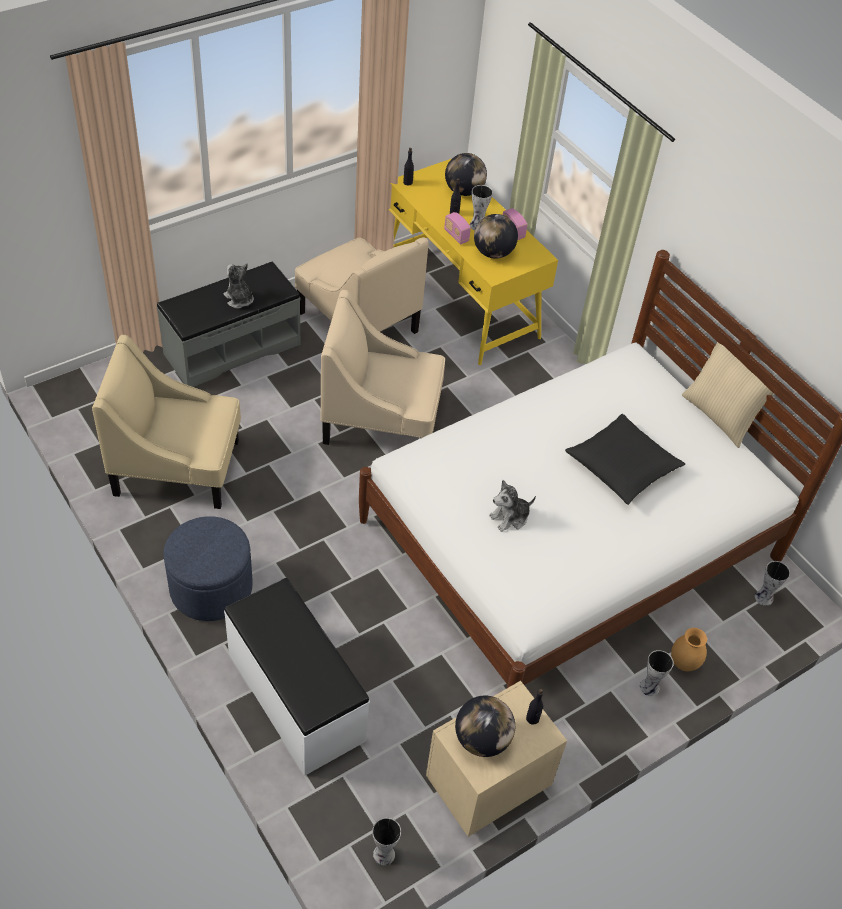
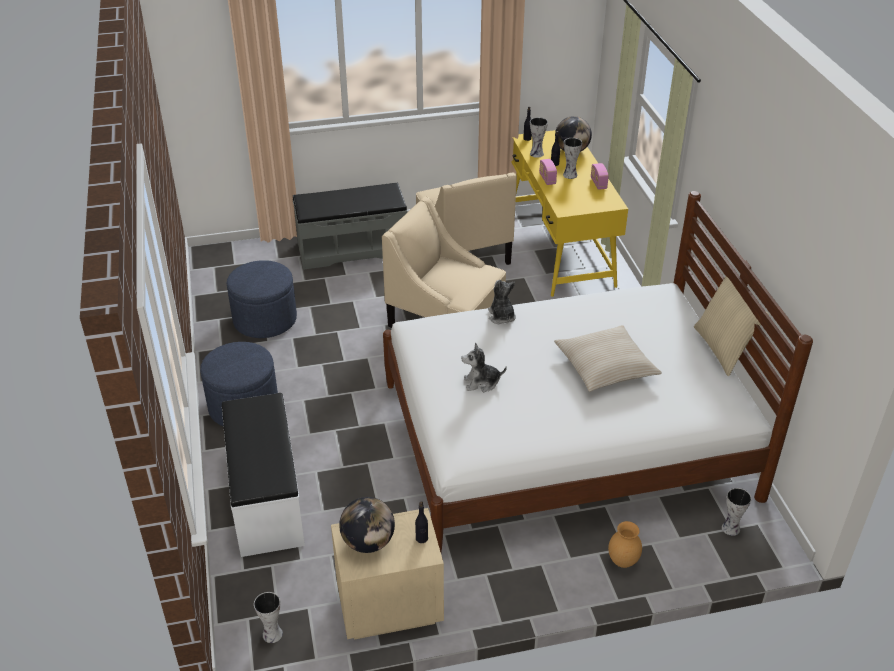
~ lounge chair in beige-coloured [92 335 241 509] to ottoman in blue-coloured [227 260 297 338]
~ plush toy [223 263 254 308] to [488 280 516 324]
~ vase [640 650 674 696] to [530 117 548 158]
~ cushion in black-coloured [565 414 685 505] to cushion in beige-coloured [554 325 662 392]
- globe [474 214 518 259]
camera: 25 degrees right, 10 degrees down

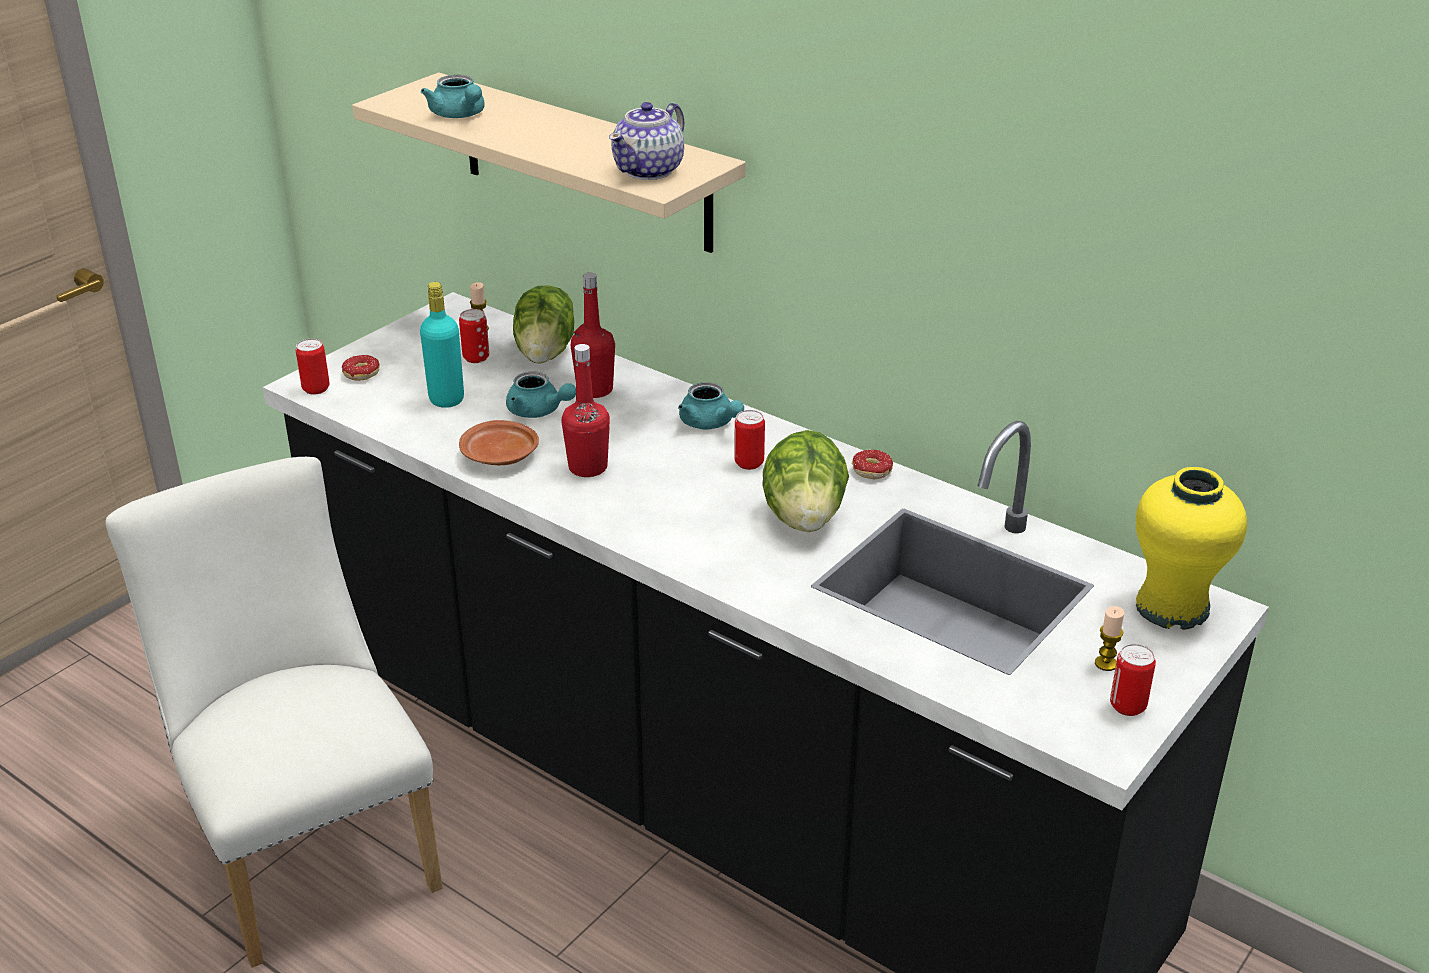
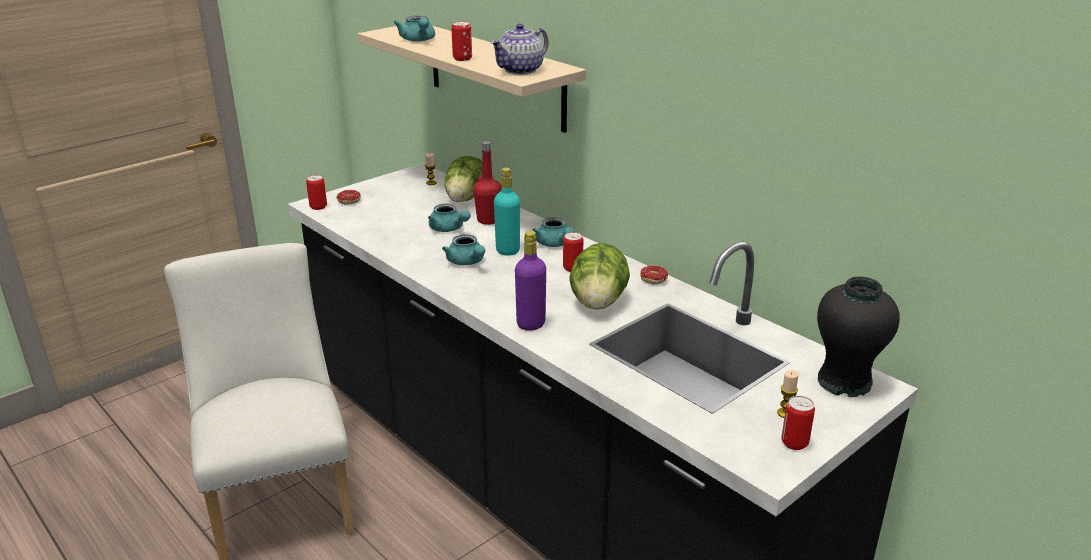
~ beverage bottle in reddish [562 344 610 477] to pot for tea in blue-green [442 234 485 265]
~ can [459 309 489 363] to [451 21 472 61]
~ beverage bottle in blue-green [420 282 464 408] to [494 168 520 256]
+ beverage bottle in purplish [515 231 546 331]
~ vase in yellowish [1136 467 1247 630] to vase in black-coloured [817 277 900 397]
- plate in brown [459 420 539 465]
camera: 10 degrees right, 5 degrees down

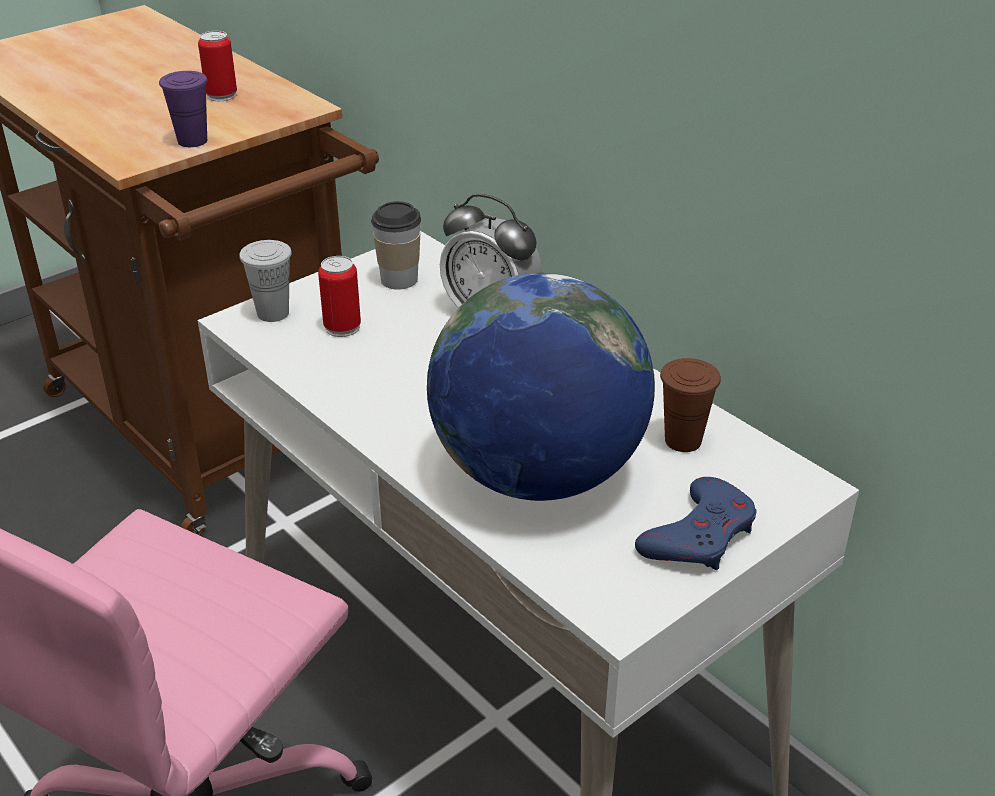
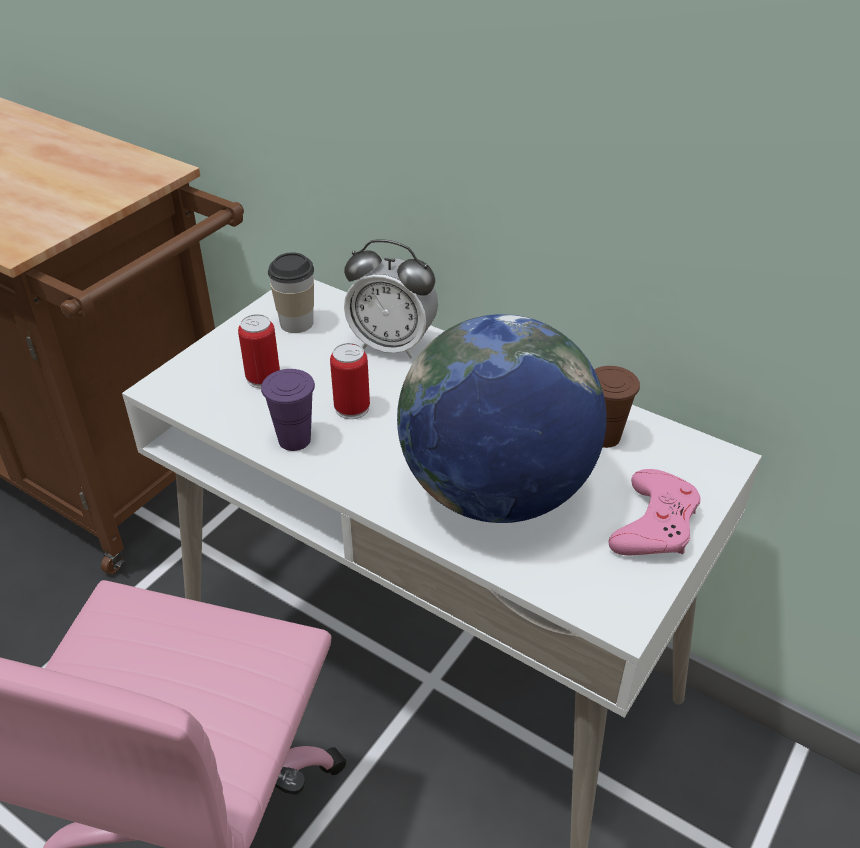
~ small cup in purplish [159 71 207 147] to [261 369 315 451]
~ can [198 31 237 101] to [330 343 370 419]
~ gamepad in blue-coloured [635 477 756 570] to gamepad in pink-coloured [609 469 701 555]
- small cup in white [239 240 292 322]
camera: 15 degrees left, 5 degrees up

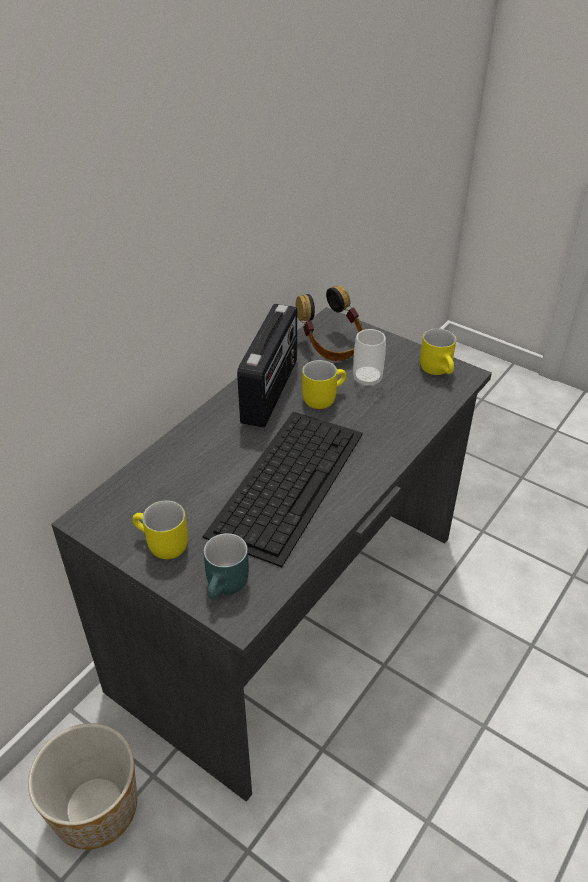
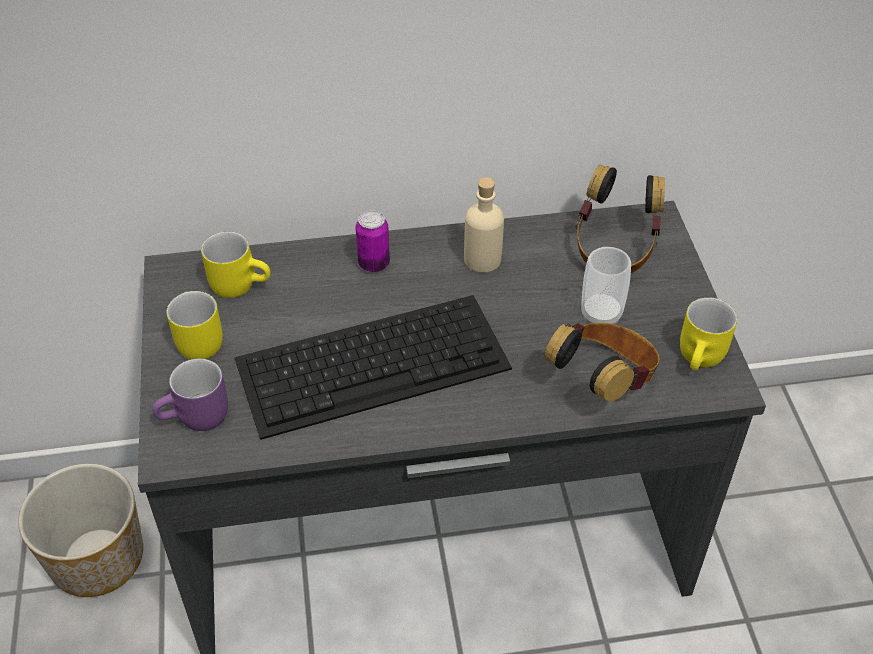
~ coffee mug in blue-green [203 533 249 600] to coffee mug in purplish [152 358 228 431]
~ coffee mug in yellowish [302 360 346 409] to [201 231 270 298]
+ can [356 210 390 272]
~ radio receiver [237 304 297 428] to beverage bottle in beige-coloured [464 177 504 273]
+ pair of headphones [544 323 660 402]
camera: 45 degrees right, 5 degrees up

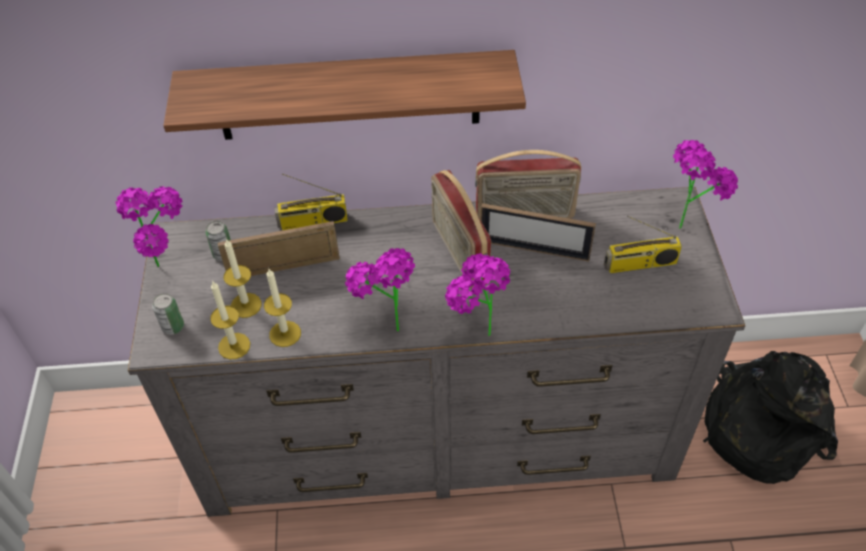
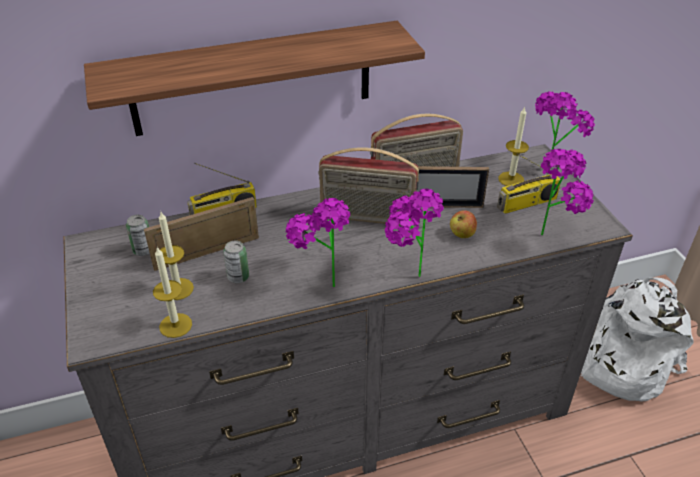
~ can [152 293 184 335] to [223 240 249 283]
~ radio receiver [431 170 491 289] = [318 147 419 225] 45 degrees counterclockwise
+ whole apple [450 210 477 238]
~ wax light [264 269 301 347] to [498 106 529 186]
~ houseplant [116 186 183 267] to [541 149 594 235]
~ backpack in black-coloured [703 351 838 484] to backpack in white [581 277 694 402]
camera: 15 degrees left, 10 degrees down

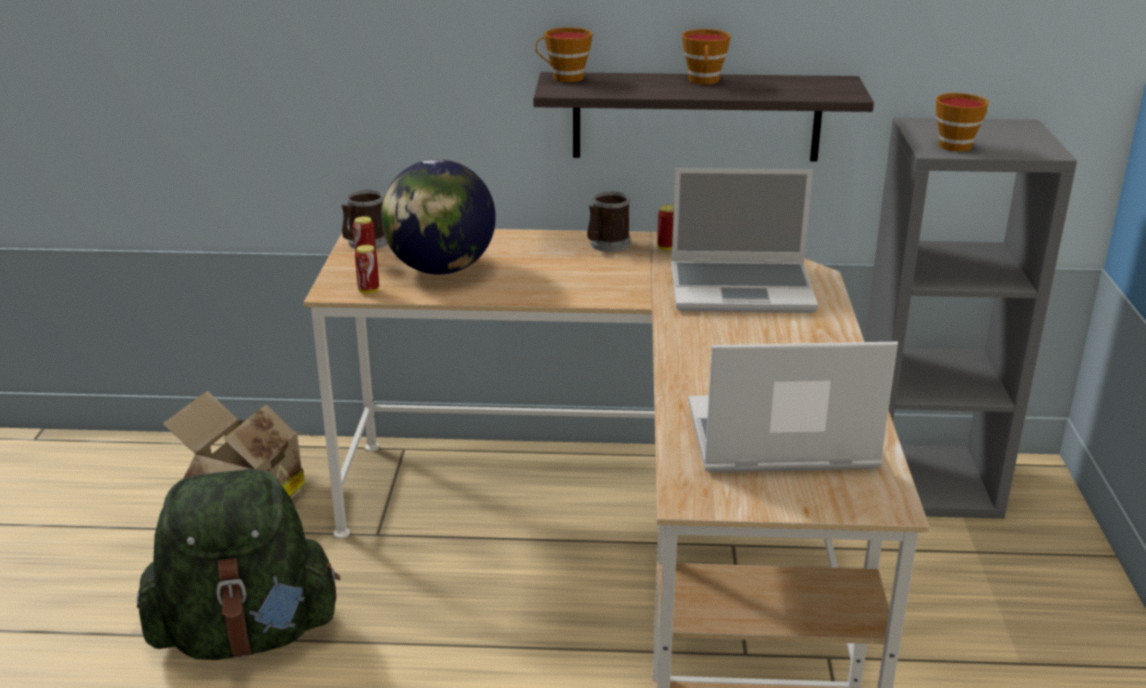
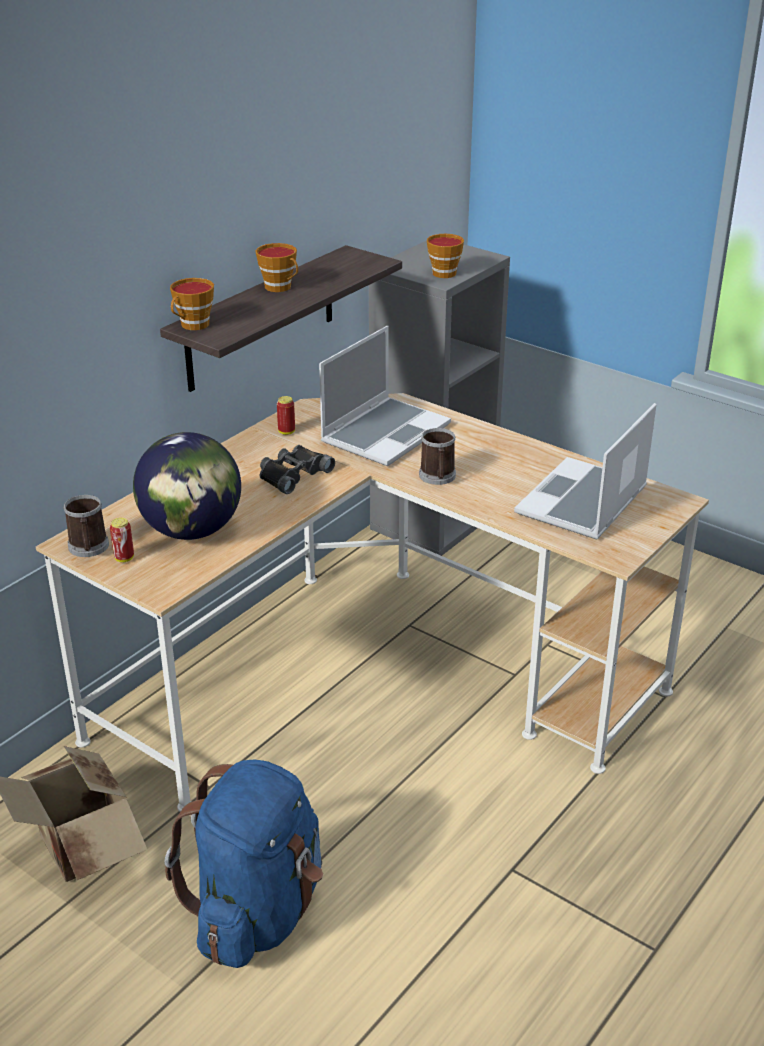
~ backpack in green-coloured [137 468 340 660] to backpack in blue-coloured [164 760 323 968]
+ pair of binoculars in black-coloured [260 445 335 494]
~ coffee mug [587 191 631 252] to [419 428 456 485]
- can [355 245 379 294]
camera: 55 degrees left, 5 degrees up

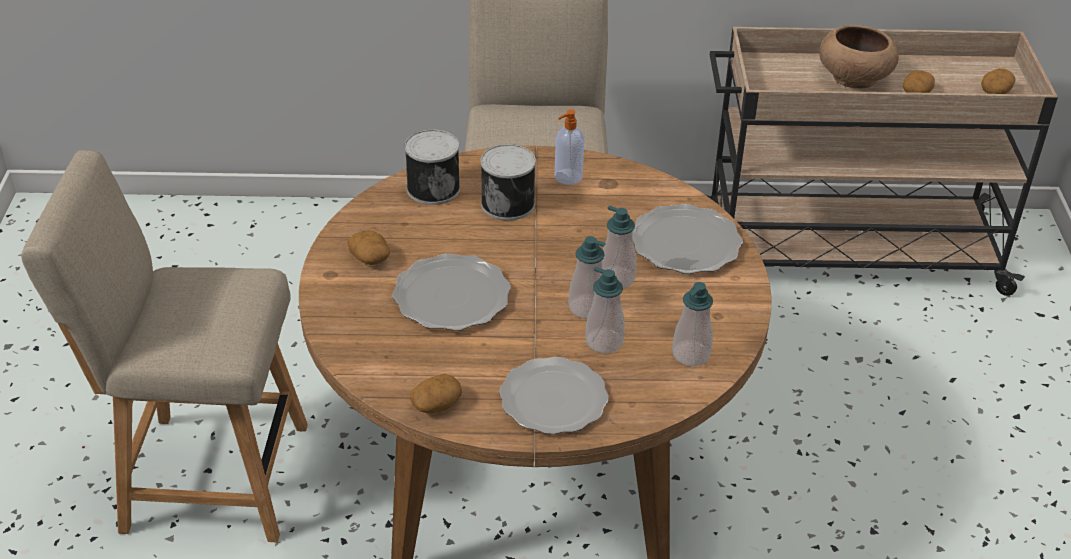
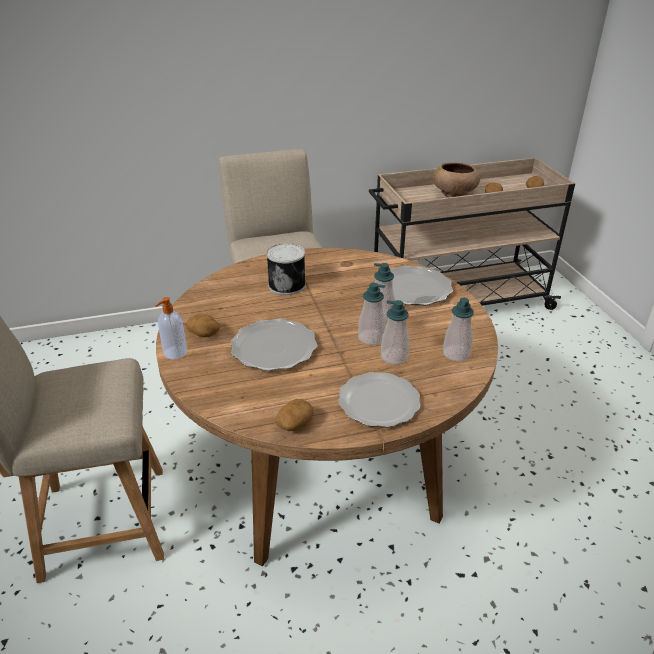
~ liquid soap bottle [555 110 584 185] to [155 297 187 359]
- can [404 129 460 205]
camera: 15 degrees left, 5 degrees down

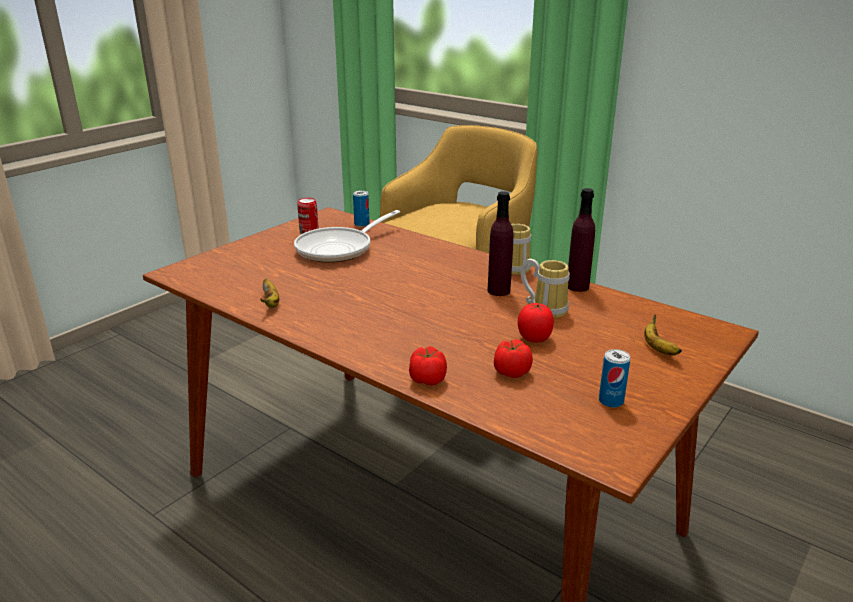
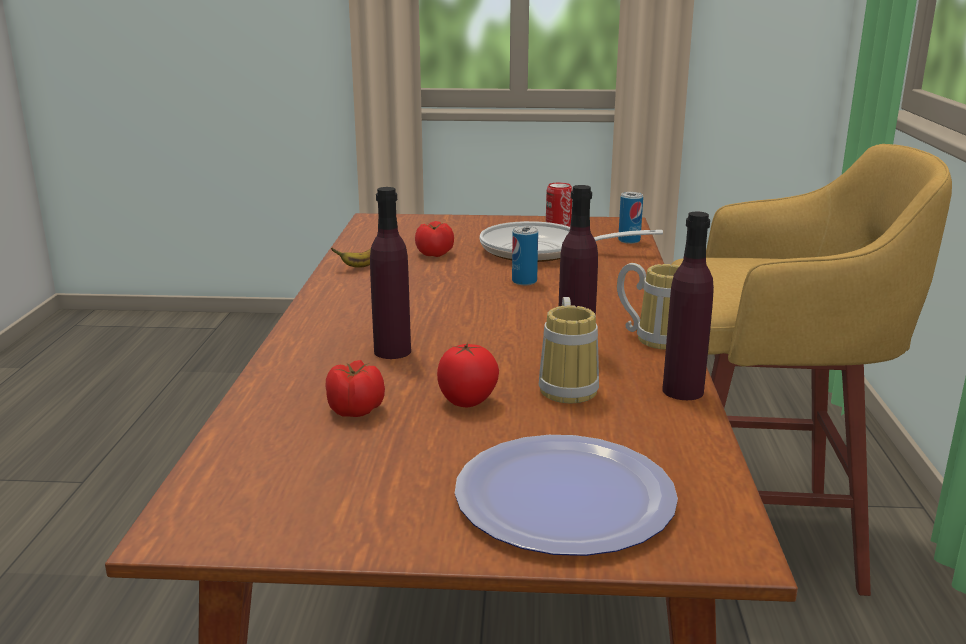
+ beverage bottle in purplish [370 187 411 359]
~ fresh tomato [409 346 447 385] to [415 221 454 257]
~ whole banana [644 315 682 356] to plate [455 435 678 556]
~ can [599 349 630 408] to [512 226 538 285]
camera: 55 degrees right, 5 degrees down

